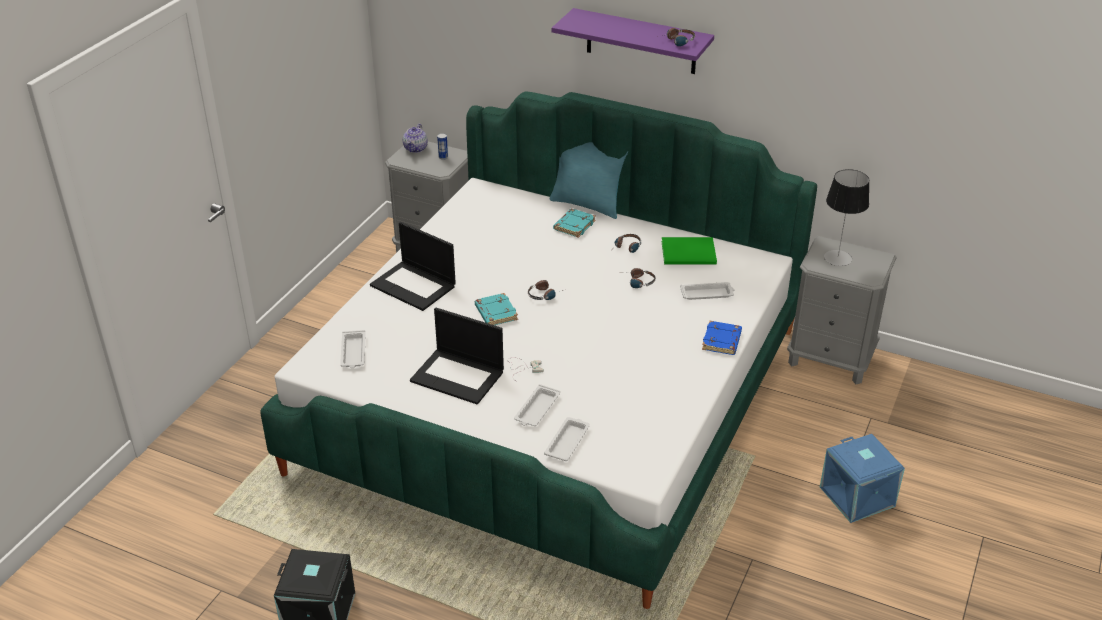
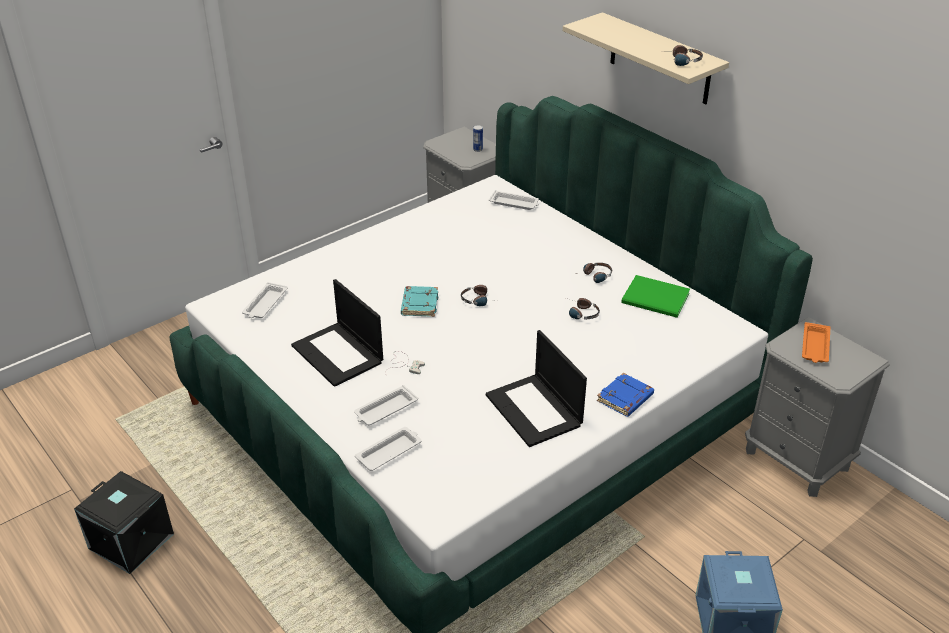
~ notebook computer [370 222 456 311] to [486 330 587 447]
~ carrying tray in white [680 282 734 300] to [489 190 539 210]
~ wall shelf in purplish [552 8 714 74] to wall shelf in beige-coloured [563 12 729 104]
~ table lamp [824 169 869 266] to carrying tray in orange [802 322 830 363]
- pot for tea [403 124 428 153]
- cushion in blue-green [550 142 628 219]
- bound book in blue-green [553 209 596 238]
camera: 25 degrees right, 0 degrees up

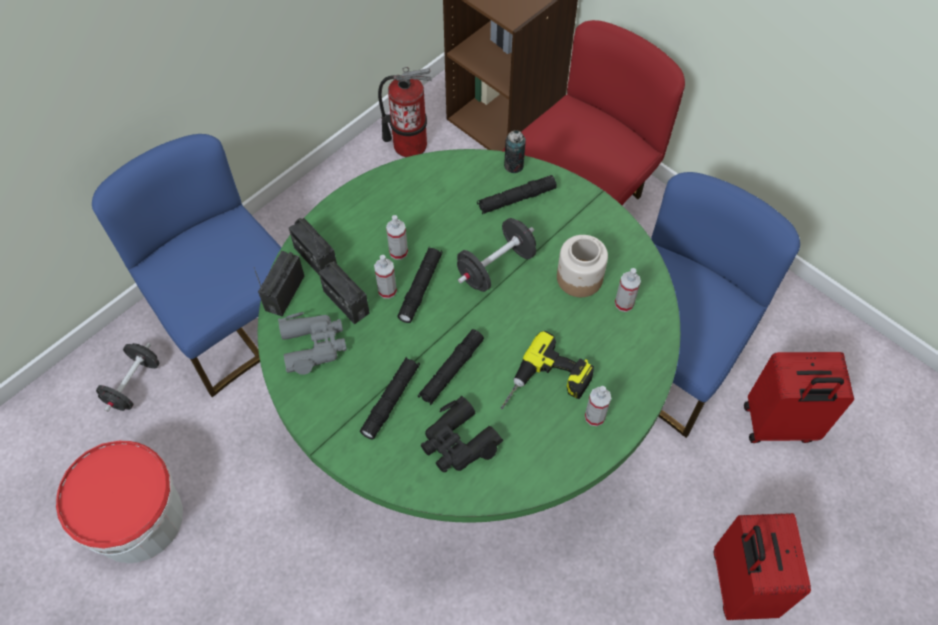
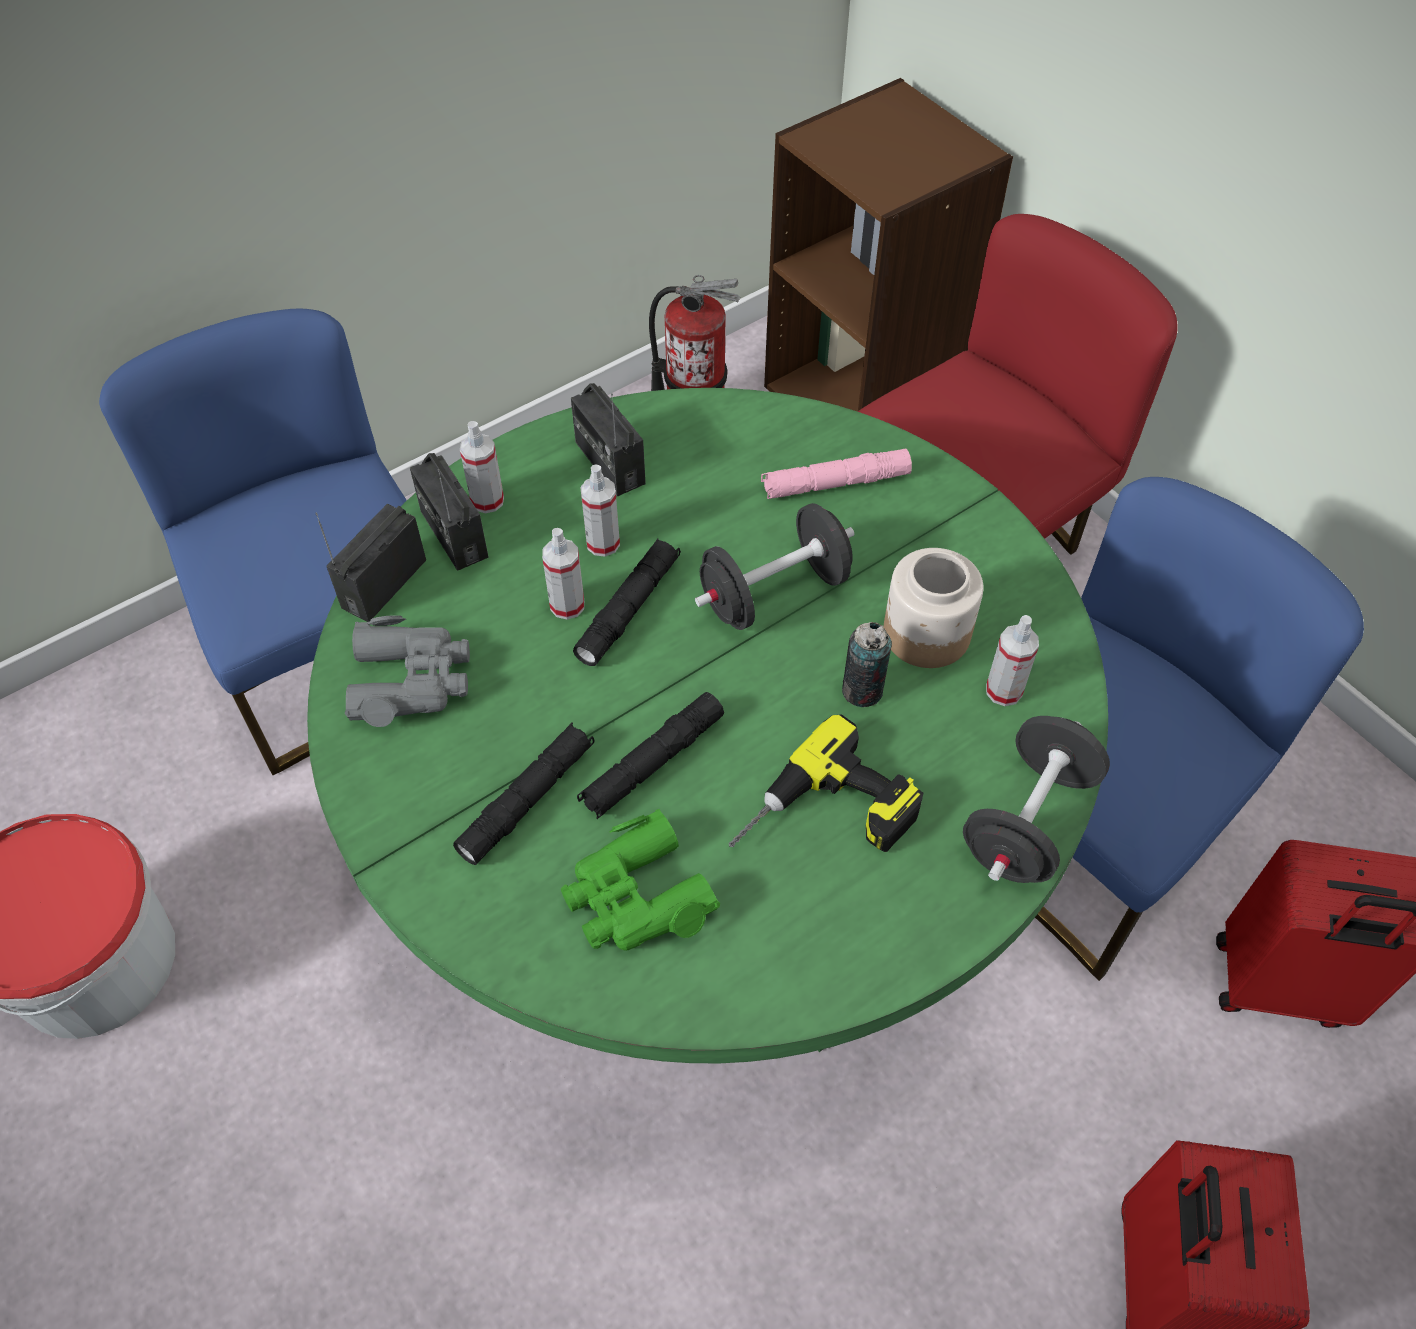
~ spray bottle [585 386 611 426] to [460 421 504 513]
~ pair of binoculars in black-coloured [421 396 503 472] to pair of binoculars in green-coloured [561 809 720 951]
~ radio receiver [319 261 370 324] to [571 383 646 497]
~ hand torch in black-coloured [477 175 557 214] to hand torch in pink-coloured [761 448 912 499]
~ can [504 130 526 173] to [842 622 892 707]
~ dumbbell in black-coloured [96 343 159 412] to [963 716 1110 883]
camera: 10 degrees right, 5 degrees down

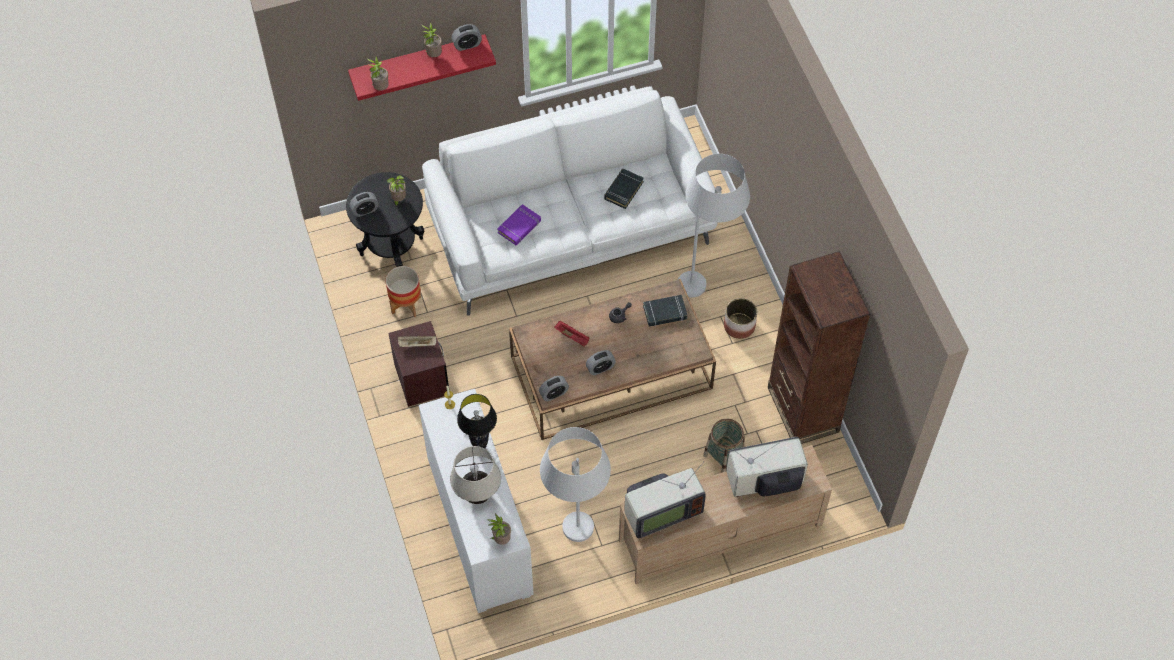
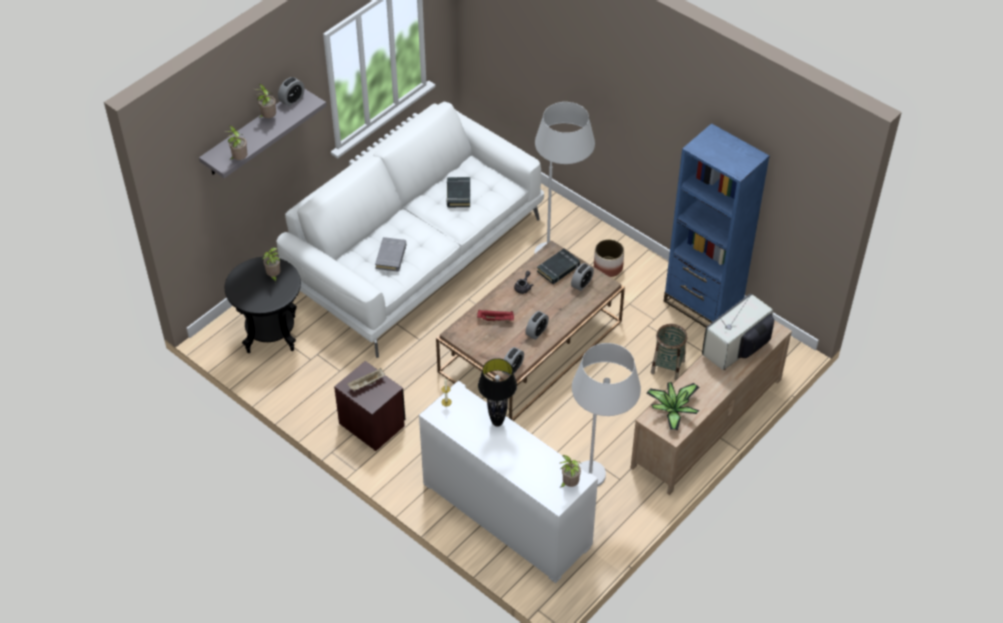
~ wall shelf in reddish [348 34 496 101] to wall shelf in greyish [199 89 326 178]
~ bound book in purplish [497 204 541 245] to bound book in greyish [375 237 406 272]
~ bedside clock [349 192 379 217] to [571 263 594 291]
~ TV set [624 461 706 539] to houseplant [646 382 700 430]
~ shelving unit in brown [768 251 870 444] to shelving unit in blue-coloured [664 123 770 328]
- planter [386 266 421 317]
- table lamp in beige-coloured [450 446 501 504]
camera: 30 degrees left, 10 degrees down

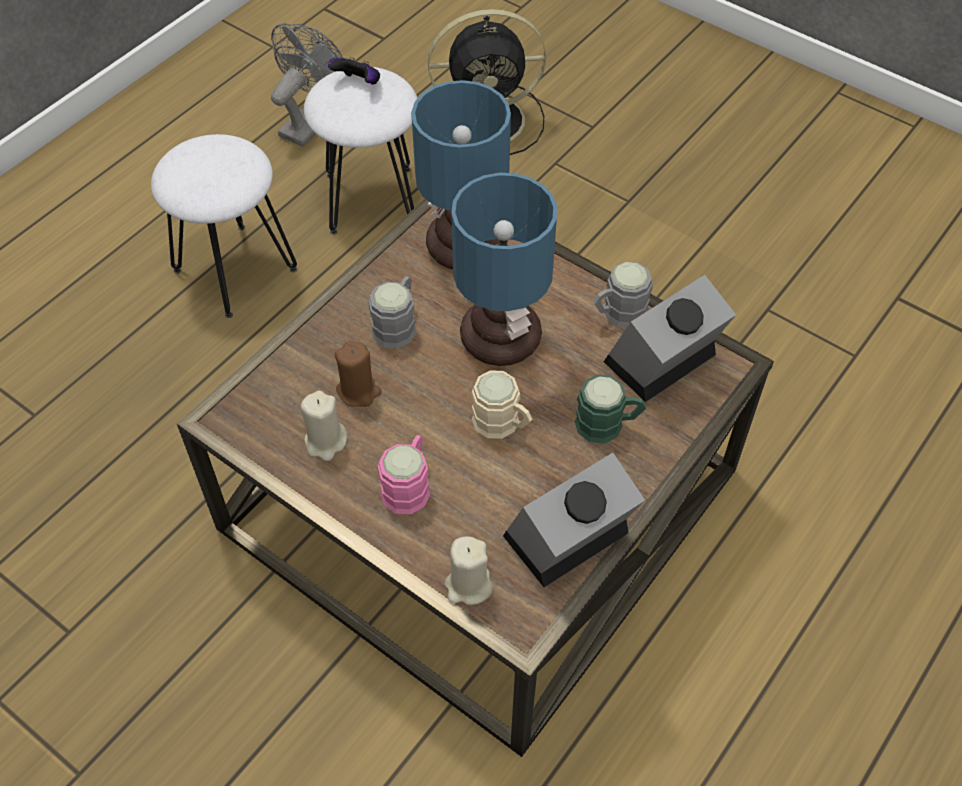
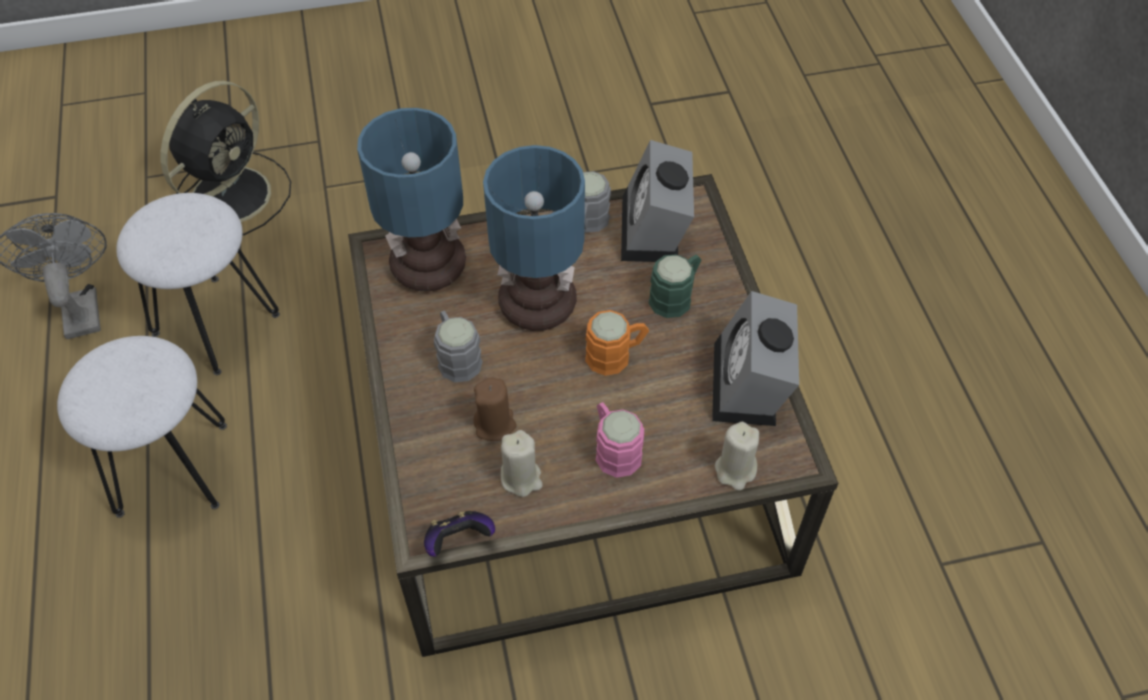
~ gamepad [328 57 380 85] to [424 511 495 557]
~ coffee mug in beige-coloured [471 370 532 439] to coffee mug in orange [585 310 649 376]
camera: 50 degrees left, 0 degrees up

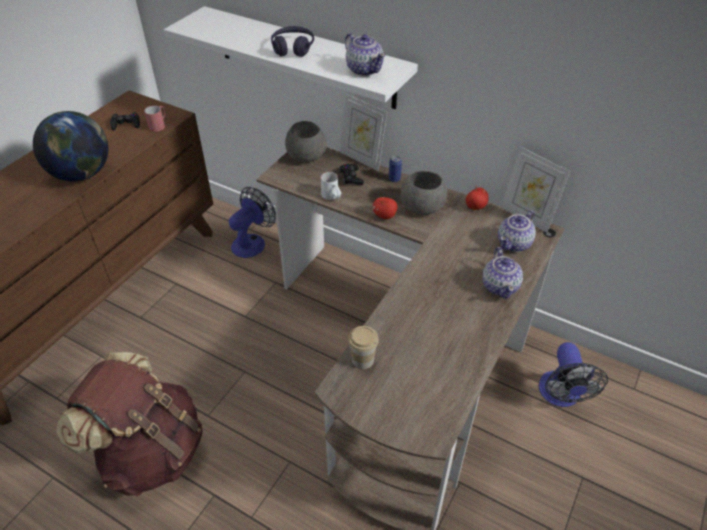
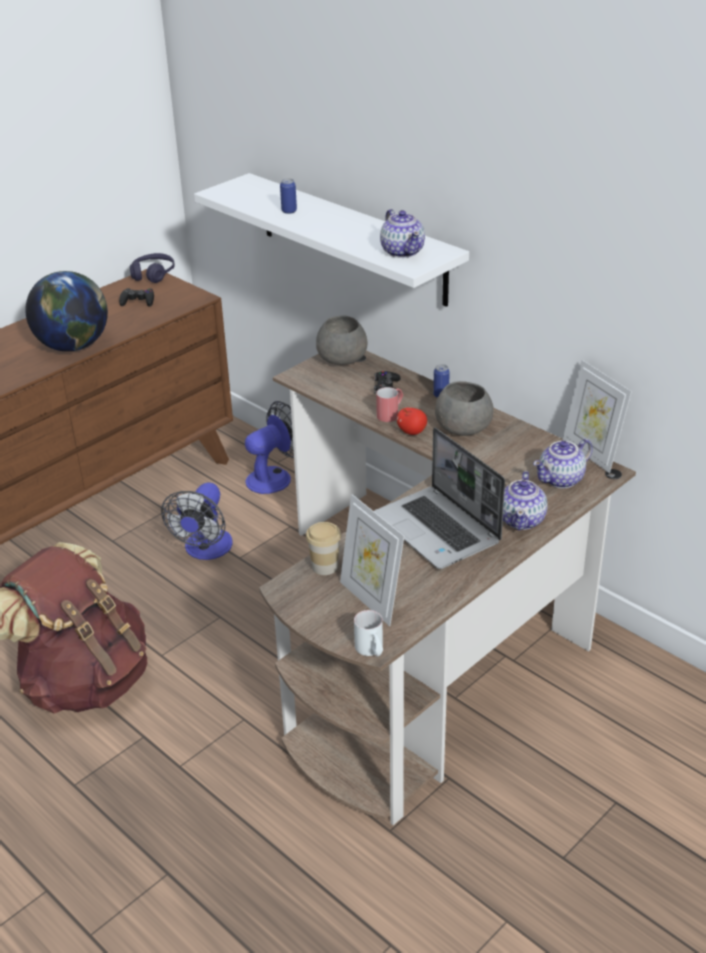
~ pair of headphones in purplish [271 26 314 57] to [130 253 175 283]
~ electric fan [539 342 608 407] to [161 483 233 560]
+ can [280 178 297 214]
~ standing frame [340 94 387 171] to [340 494 404 626]
~ coffee mug in white [321 172 341 200] to [354 610 383 657]
+ notebook computer [374 428 505 569]
~ coffee mug in reddish [144 106 166 132] to [376 387 403 422]
- whole apple [466 186 489 210]
camera: 15 degrees right, 10 degrees down

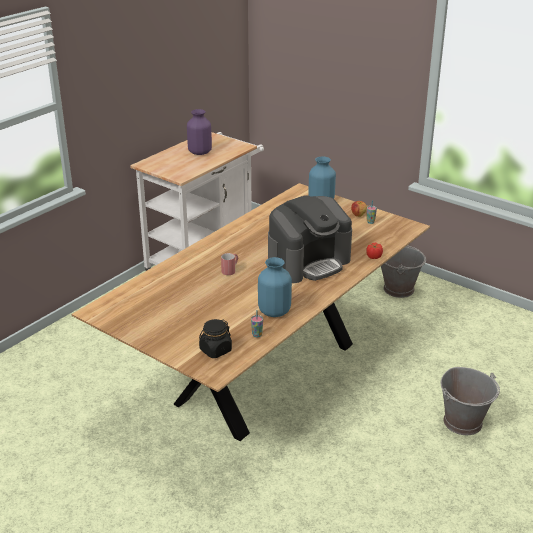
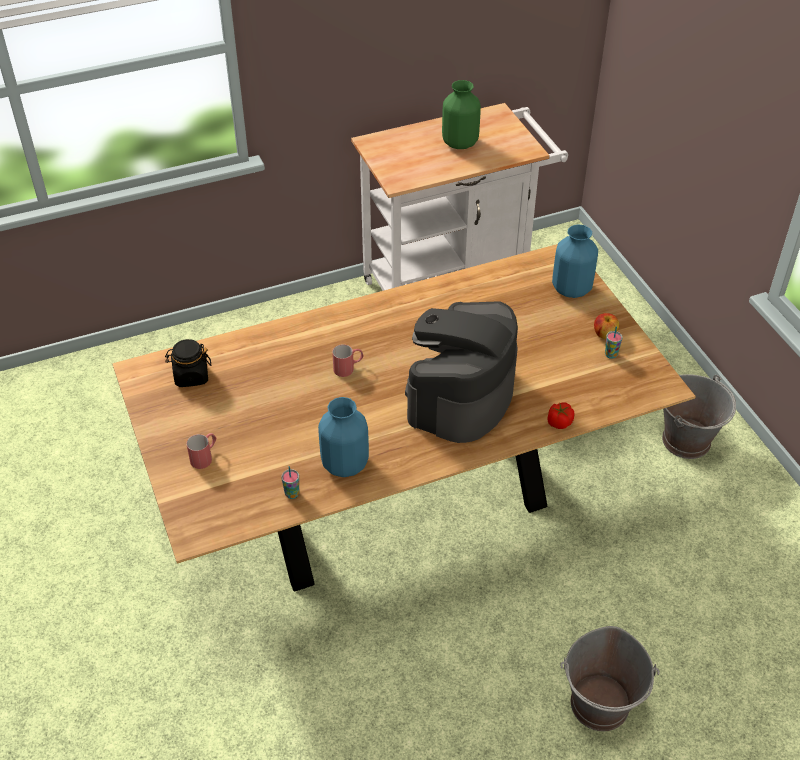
~ storage jar in black-coloured [199 319 232 358] to [165 339 211 387]
+ coffee mug in reddish [186 433 216 469]
~ coffee maker [268 195 352 283] = [405 301 518 443] 120 degrees clockwise
~ vase in purplish [187 109 212 155] to vase in green-coloured [442 80 481 149]
camera: 30 degrees right, 15 degrees up

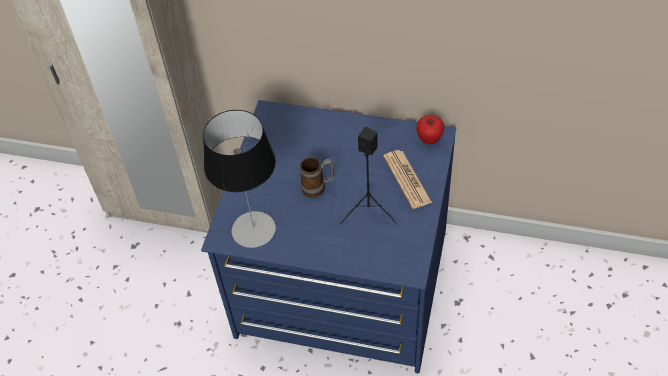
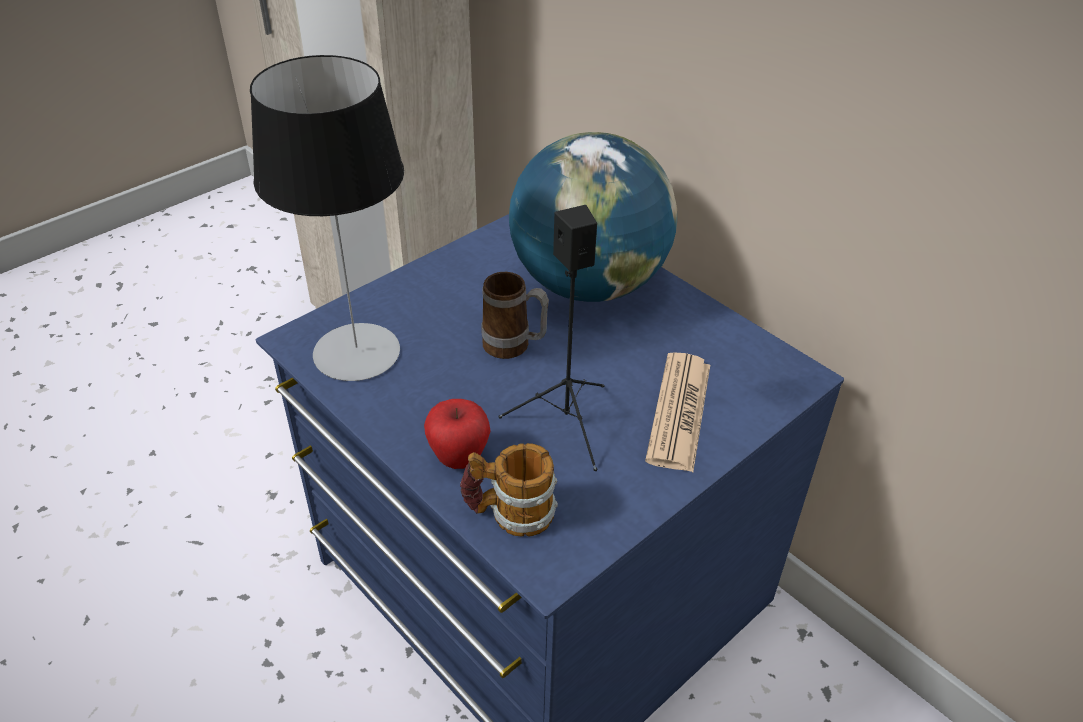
~ whole apple [416 115 444 144] to [424 399 490 469]
+ coffee mug [460 443 558 537]
+ globe [509 132 677 302]
camera: 30 degrees right, 10 degrees down

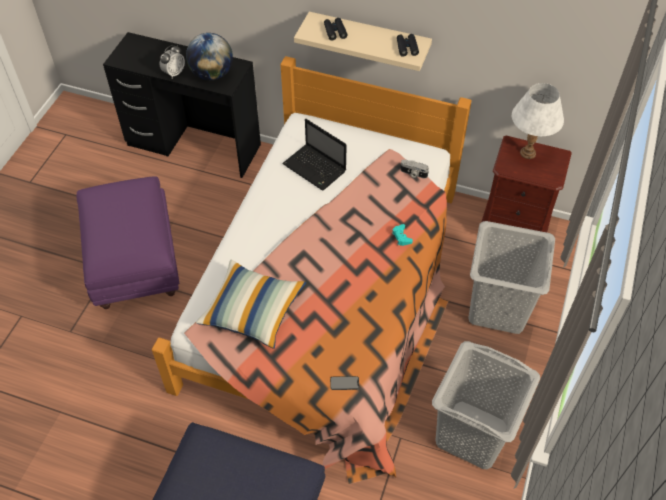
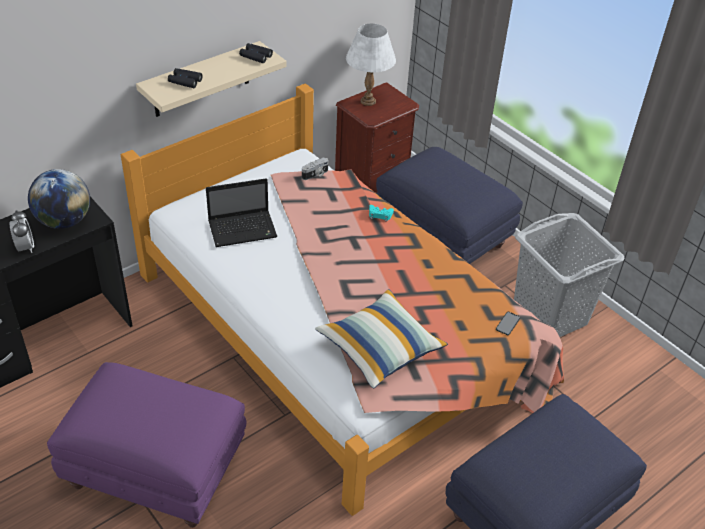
~ hamper in greyish [468 221 555 334] to ottoman in blue-coloured [376 147 523 264]
camera: 60 degrees left, 10 degrees down

